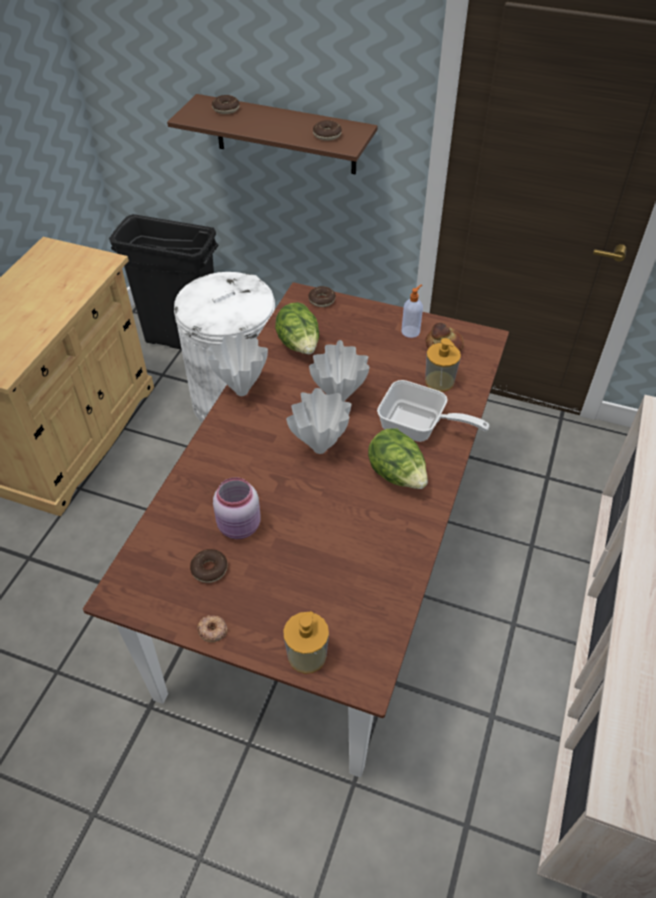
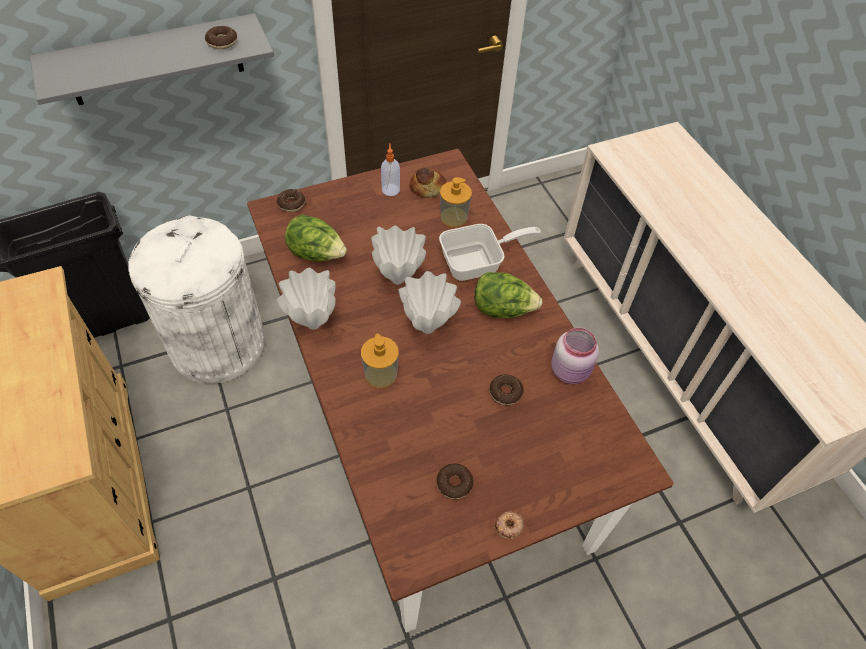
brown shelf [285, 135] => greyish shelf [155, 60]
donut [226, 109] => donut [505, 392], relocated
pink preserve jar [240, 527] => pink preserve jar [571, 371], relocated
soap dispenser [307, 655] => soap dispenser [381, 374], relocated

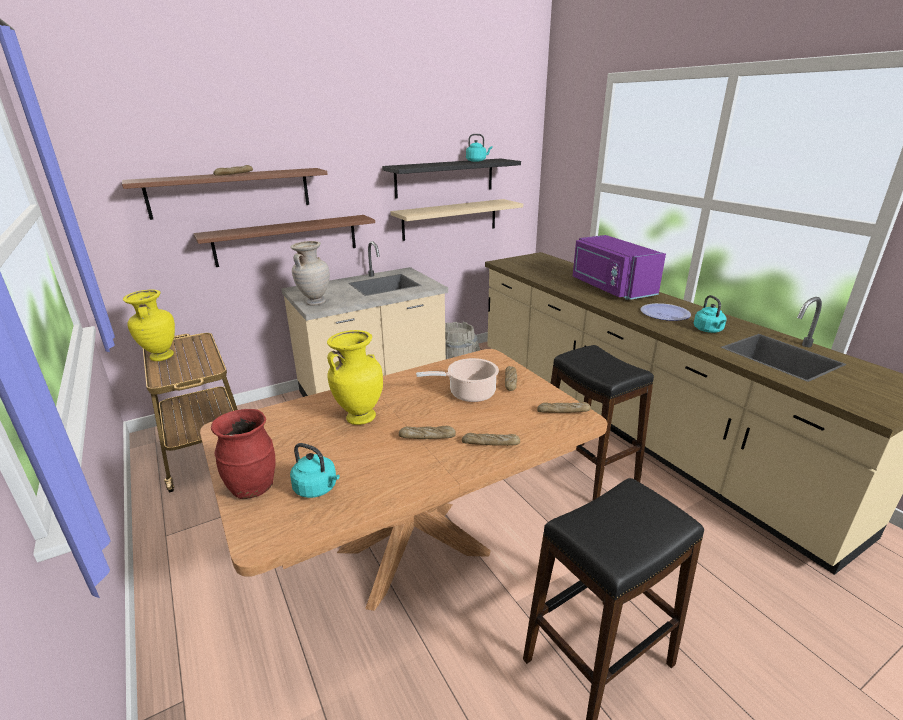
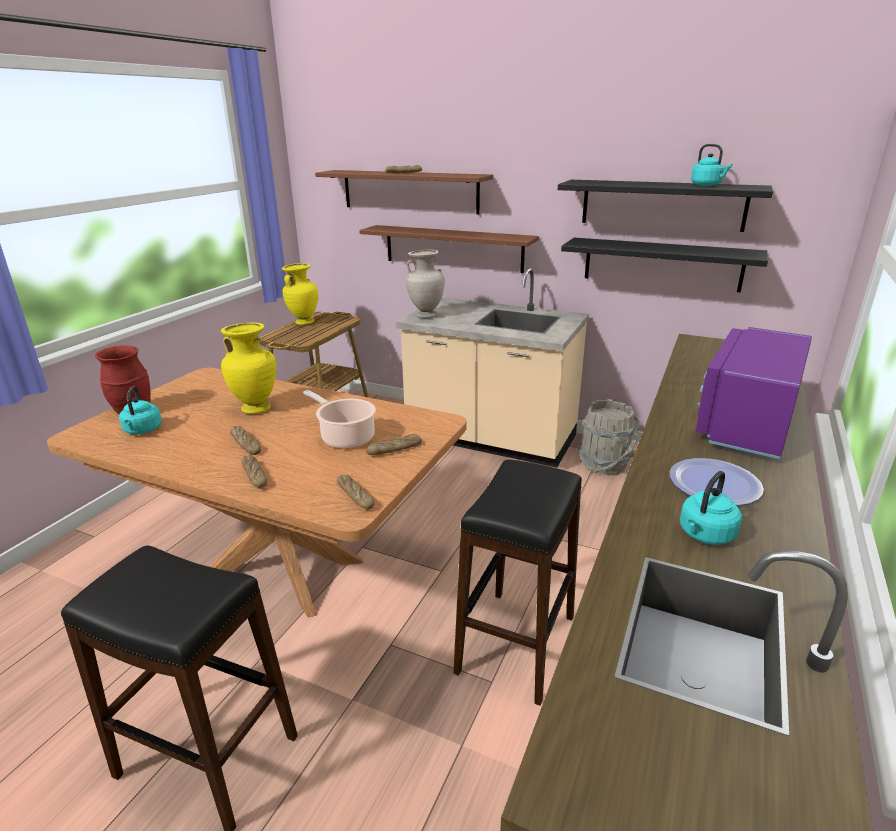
sand-coloured shelf [450, 219] => black shelf [662, 264]

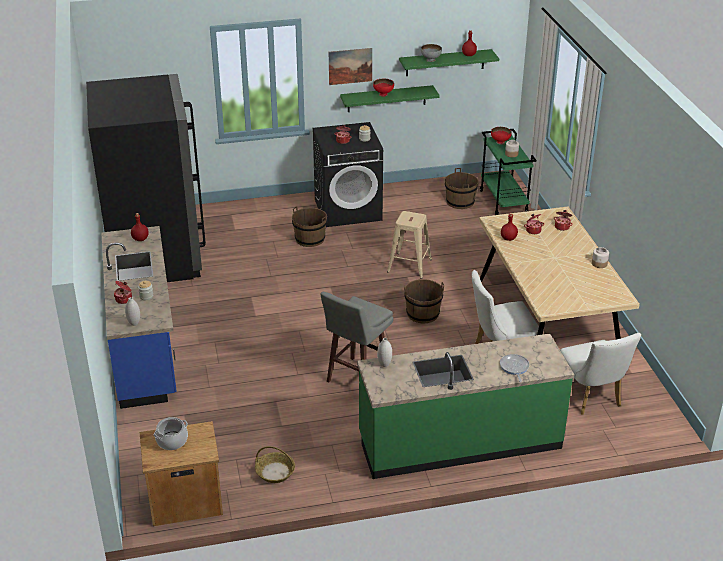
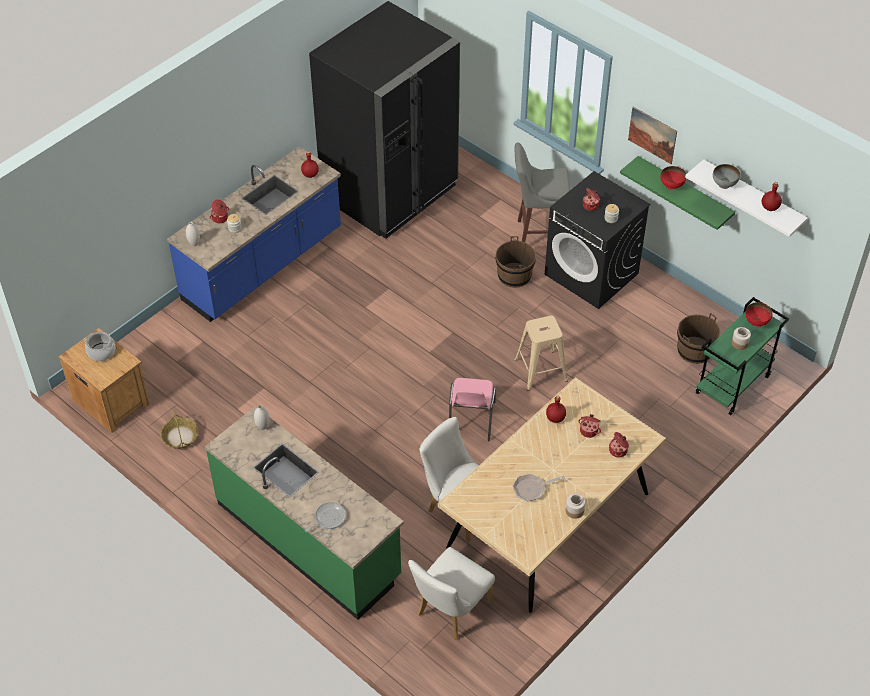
green-coloured shelf [445, 62] => white shelf [752, 197]
brown water bucket [423, 314] => pink plain chair [470, 420]
greyish sitting stool [356, 378] => greyish sitting stool [538, 234], relocated
nothing => skillet [532, 489]

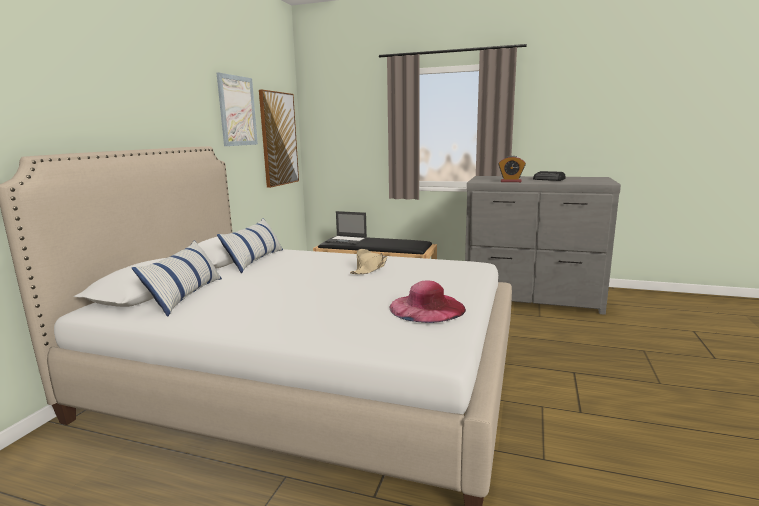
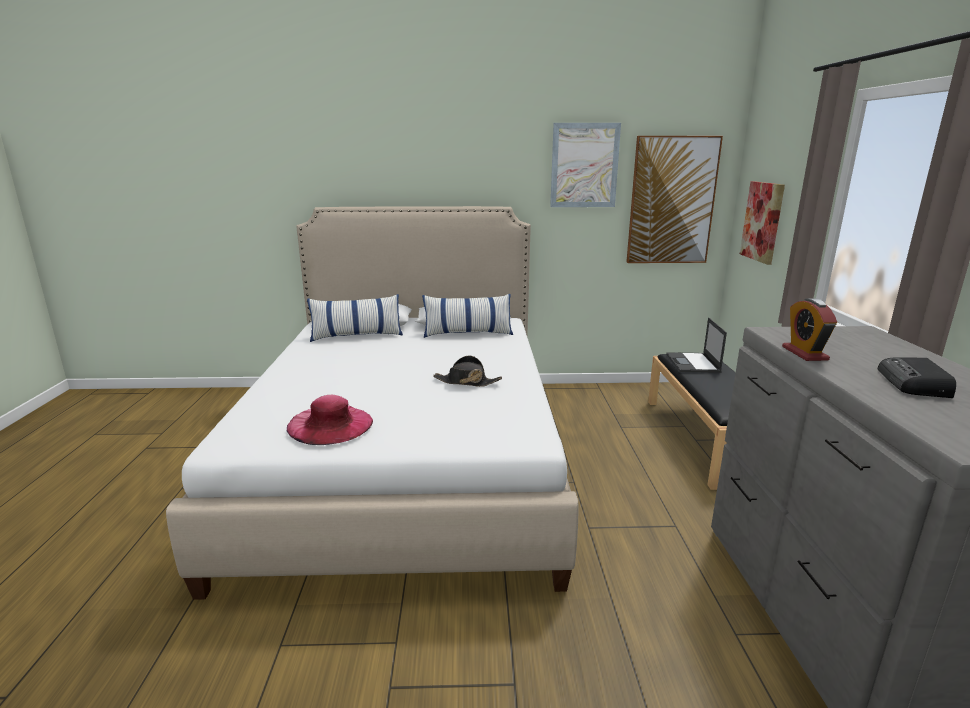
sand-coloured clothing hat [369, 269] => black clothing hat [466, 382]
nothing => picture [762, 221]

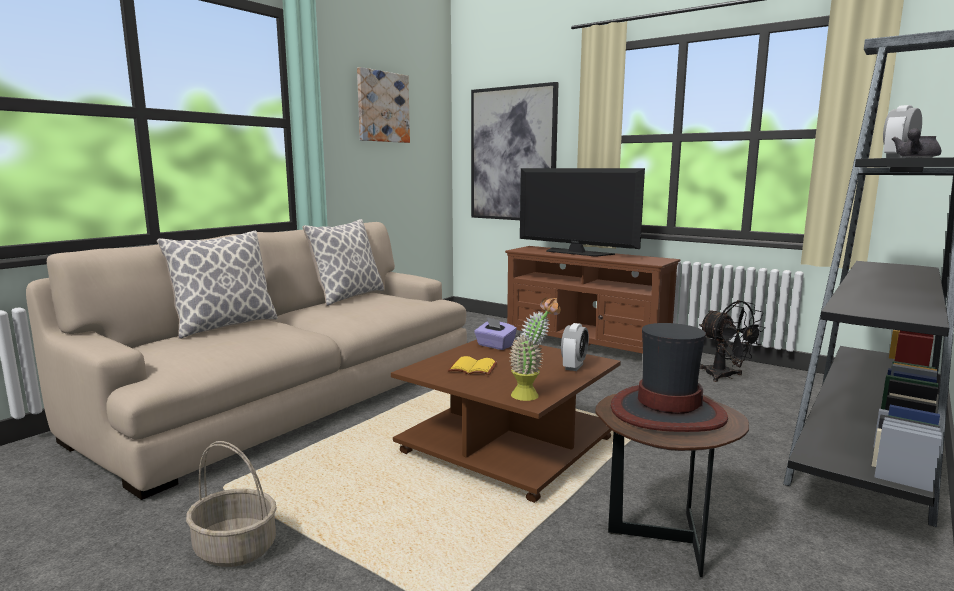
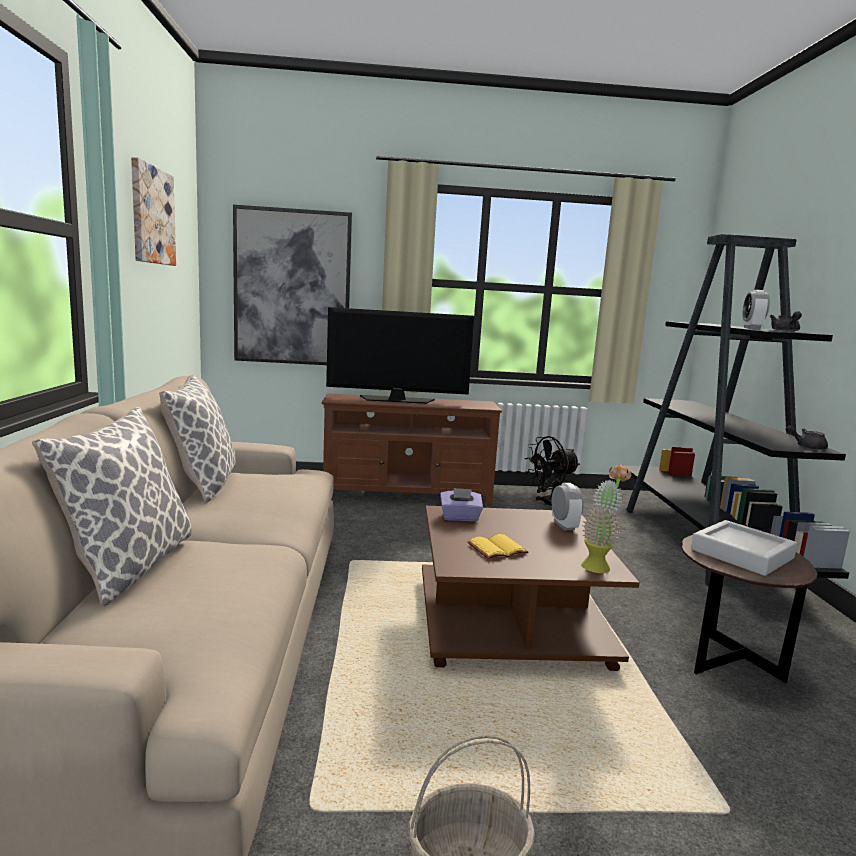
black fan [725, 376] => black fan [549, 505], 135 degrees clockwise
clothing hat [666, 412] => greyish carrying tray [742, 554]
nothing => greyish tea pot [806, 447]

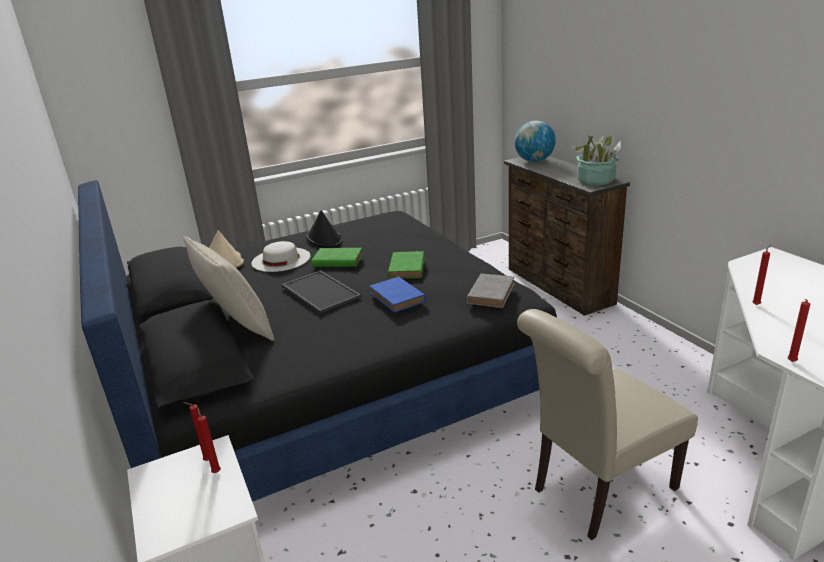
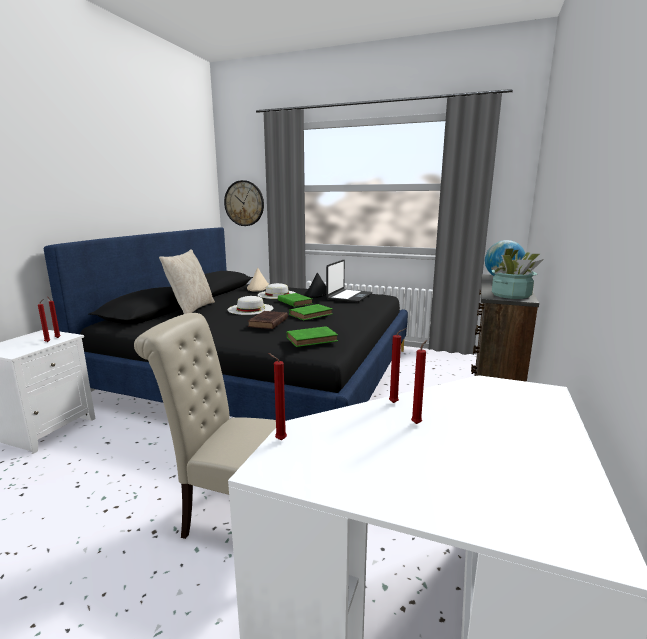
carrying tray [319, 292] => white clothing hat [250, 309]
greyish bound book [491, 293] => green-coloured bound book [313, 339]
blue-coloured bound book [398, 298] => brown bound book [268, 323]
nothing => clock on the wall [244, 203]
nothing => laptop [349, 296]
nothing => reddish candle [417, 423]

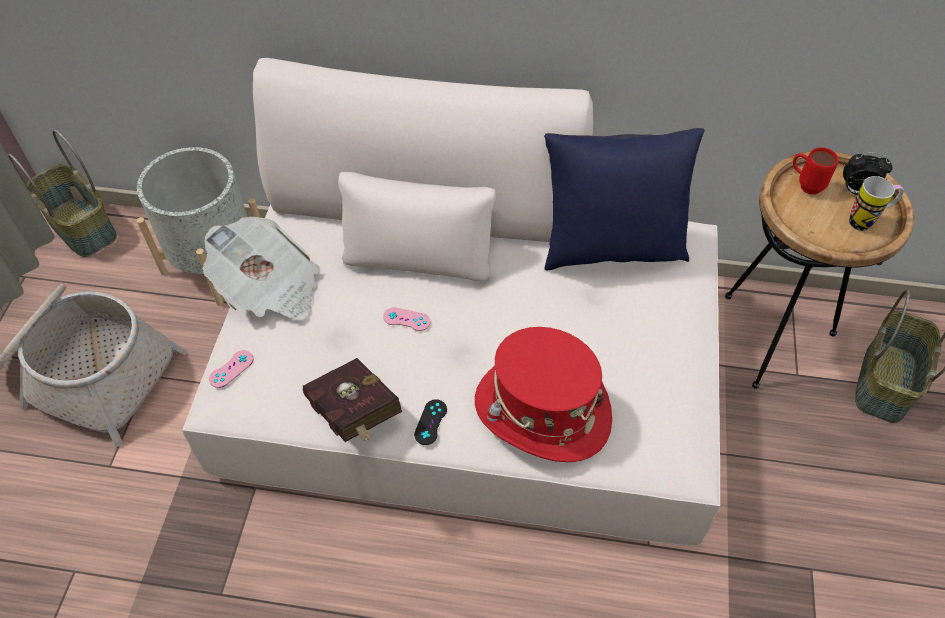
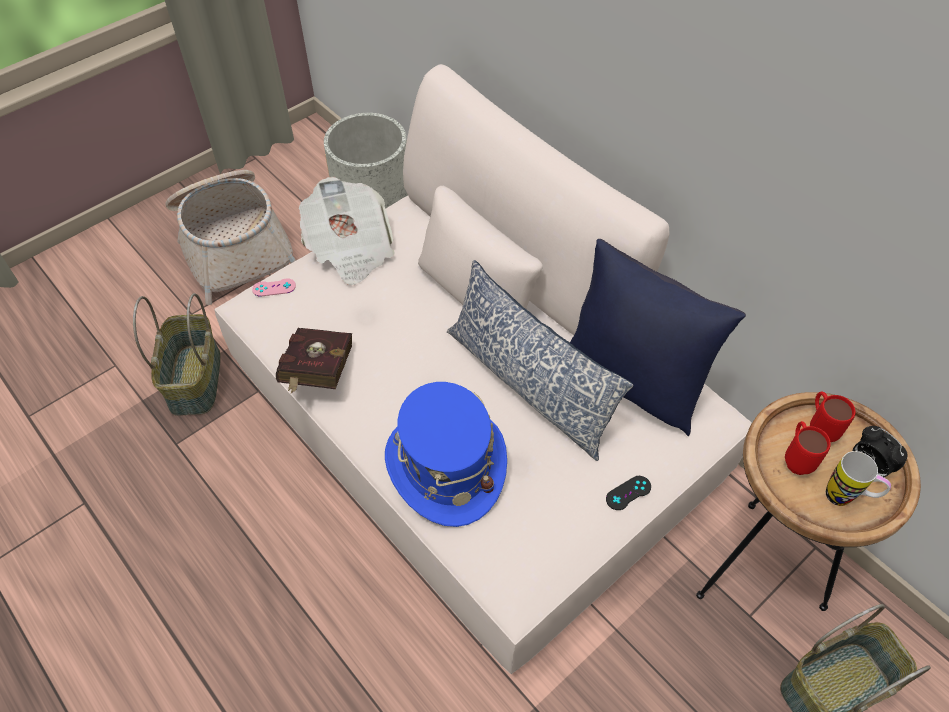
household basket [83, 227] => household basket [196, 380], relocated
pink gamepad [406, 319] => nothing
reddish clothing hat [541, 411] => blue-coloured clothing hat [445, 466]
black gamepad [430, 422] => black gamepad [628, 493], relocated
nothing => pillow [528, 384]
nothing => reddish mug [796, 458]

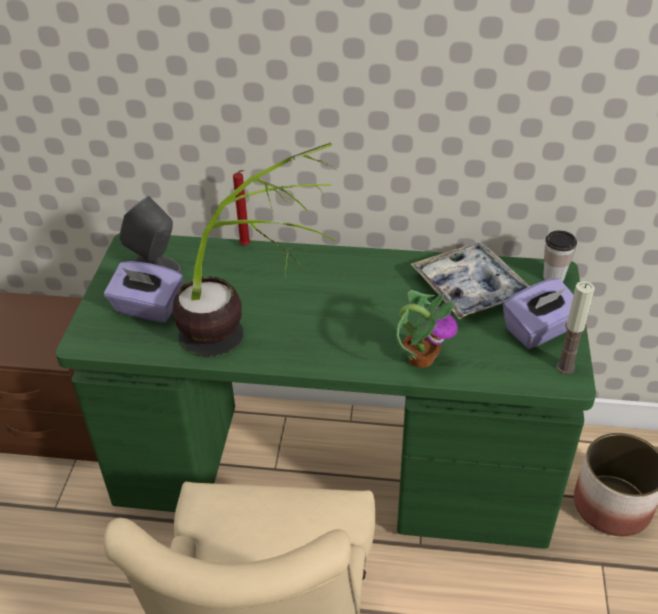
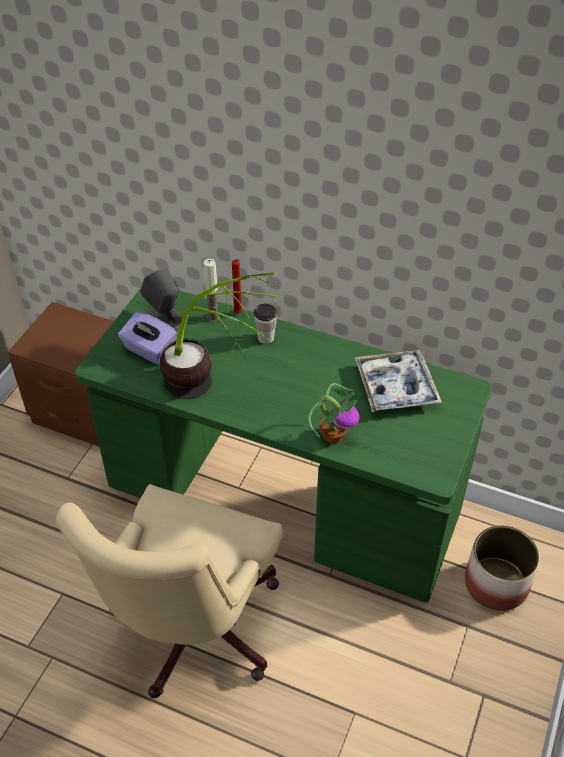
drinking cup [553, 277] => drinking cup [265, 338], relocated
purplish tissue holder [539, 330] => nothing
candle [565, 367] => candle [213, 317], relocated

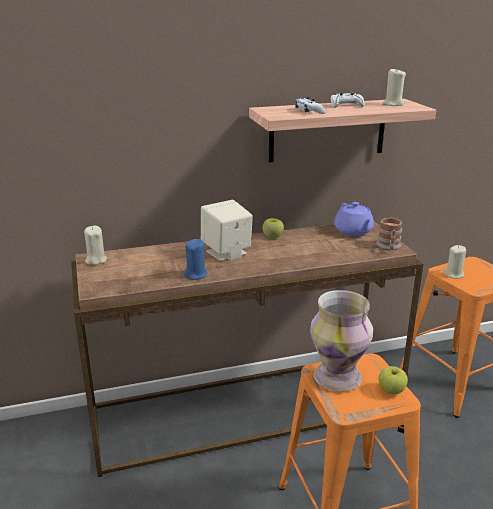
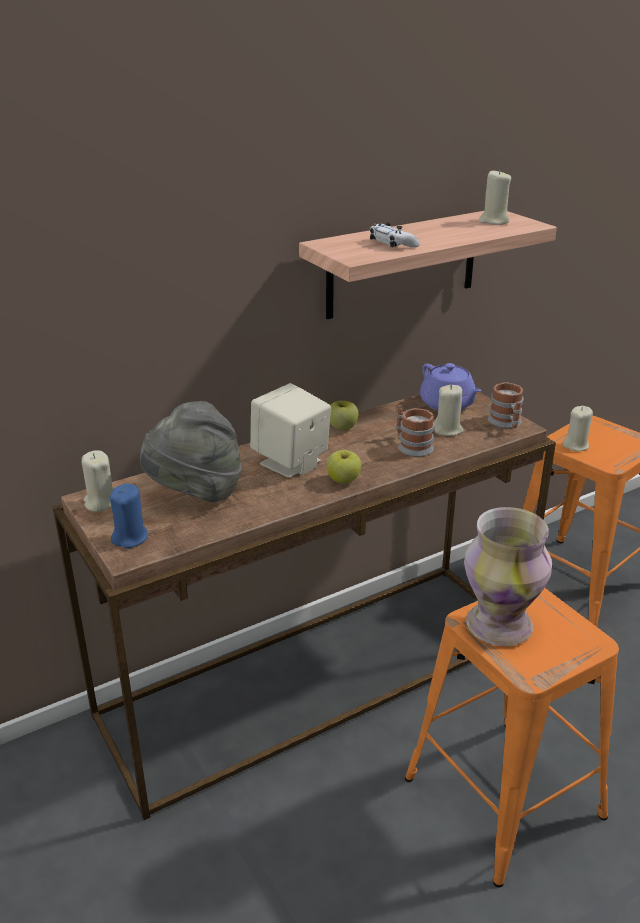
white gamepad [346, 105] => nothing
blue-coloured candle [196, 274] => blue-coloured candle [130, 538], relocated
apple [391, 390] => apple [343, 480], relocated
nothing => sand-coloured candle [448, 430]
nothing => greyish clothing hat [195, 493]
nothing => mug [411, 445]

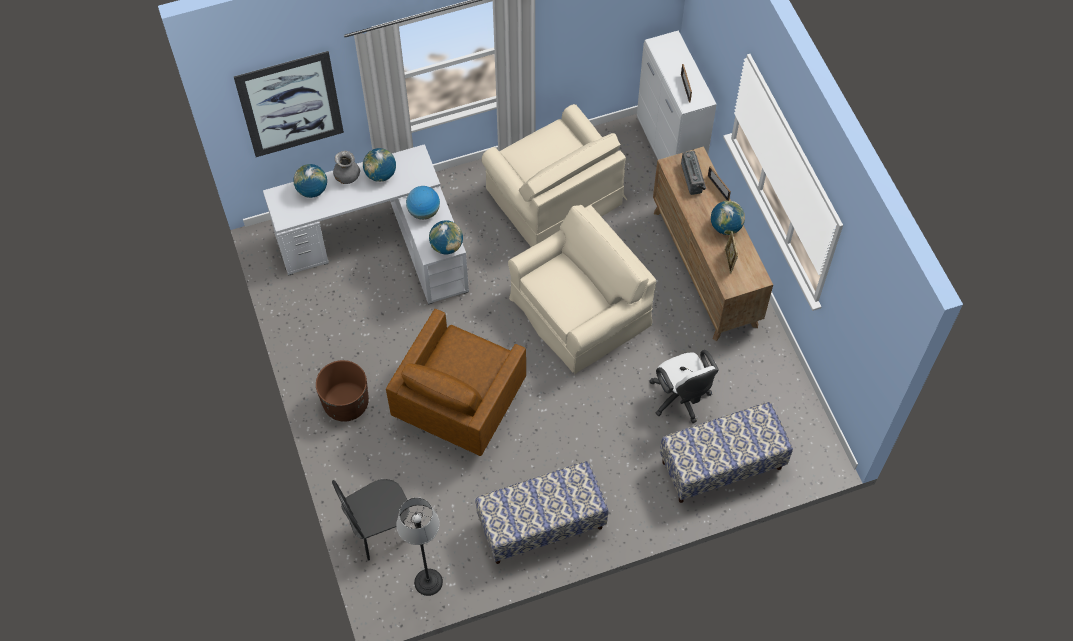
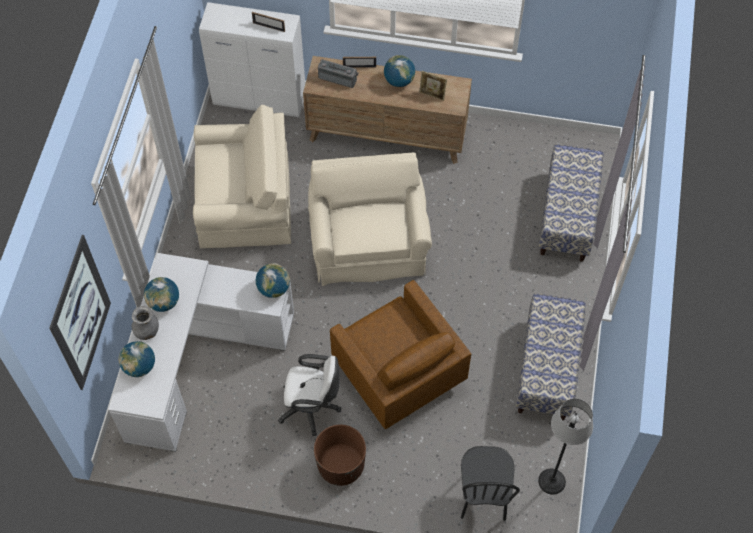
desk globe [424, 212] => nothing
white desk chair [681, 399] => white desk chair [312, 408], relocated

